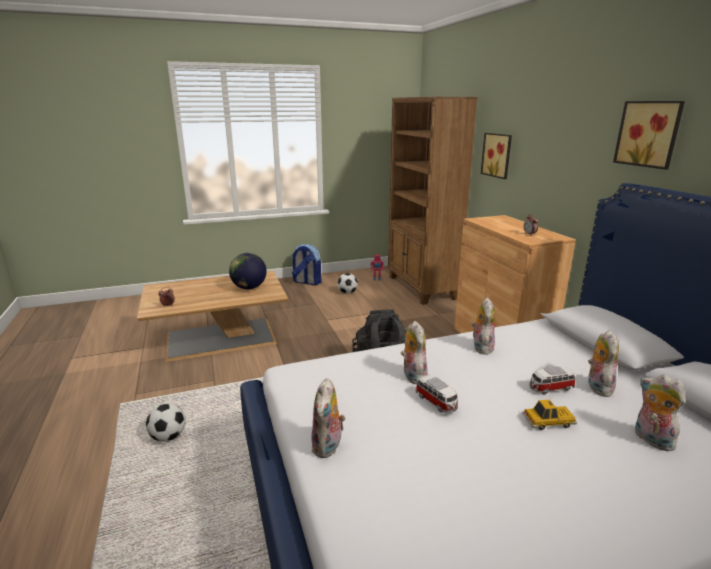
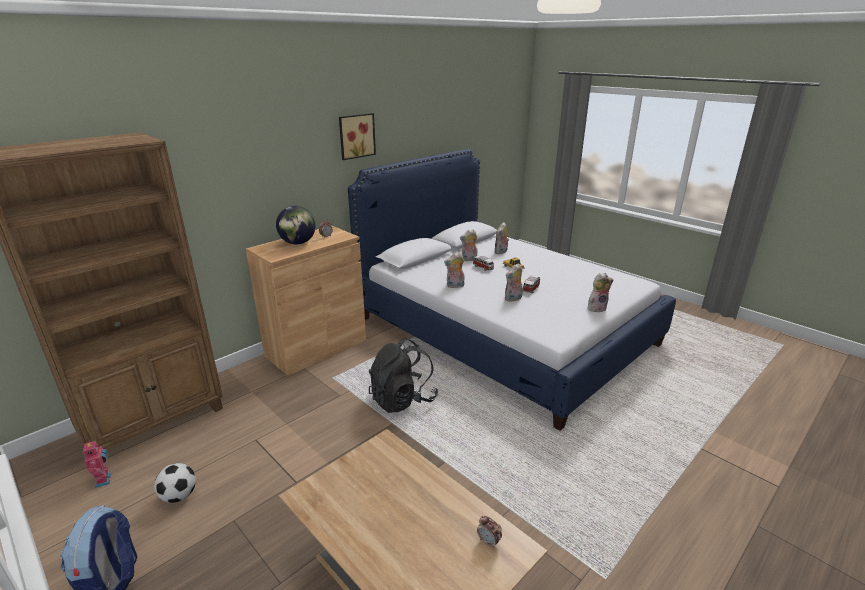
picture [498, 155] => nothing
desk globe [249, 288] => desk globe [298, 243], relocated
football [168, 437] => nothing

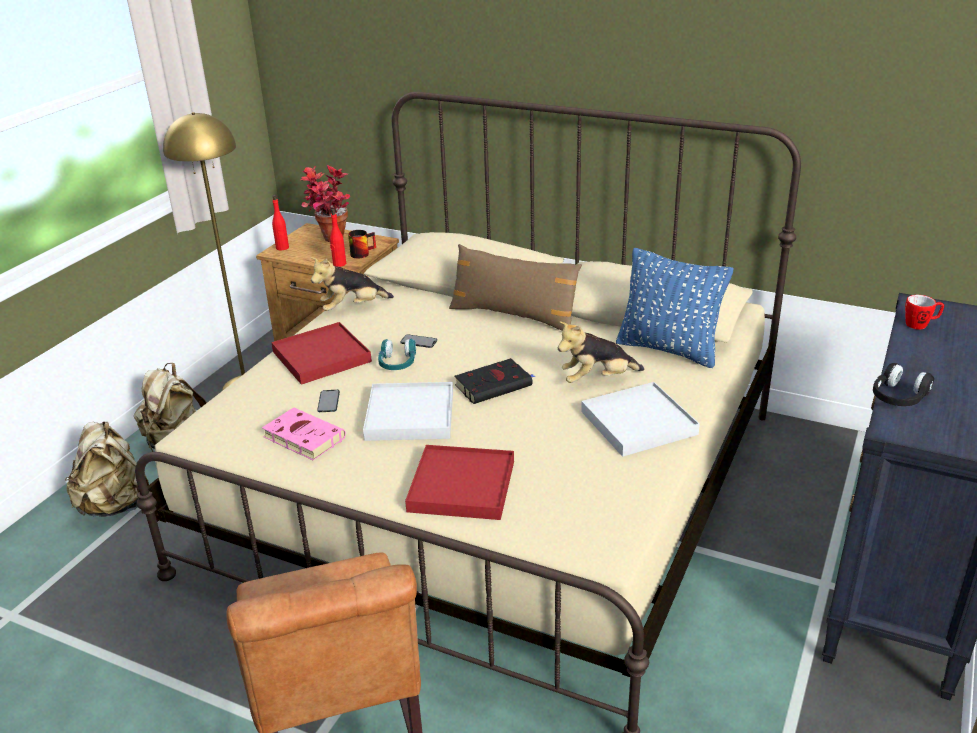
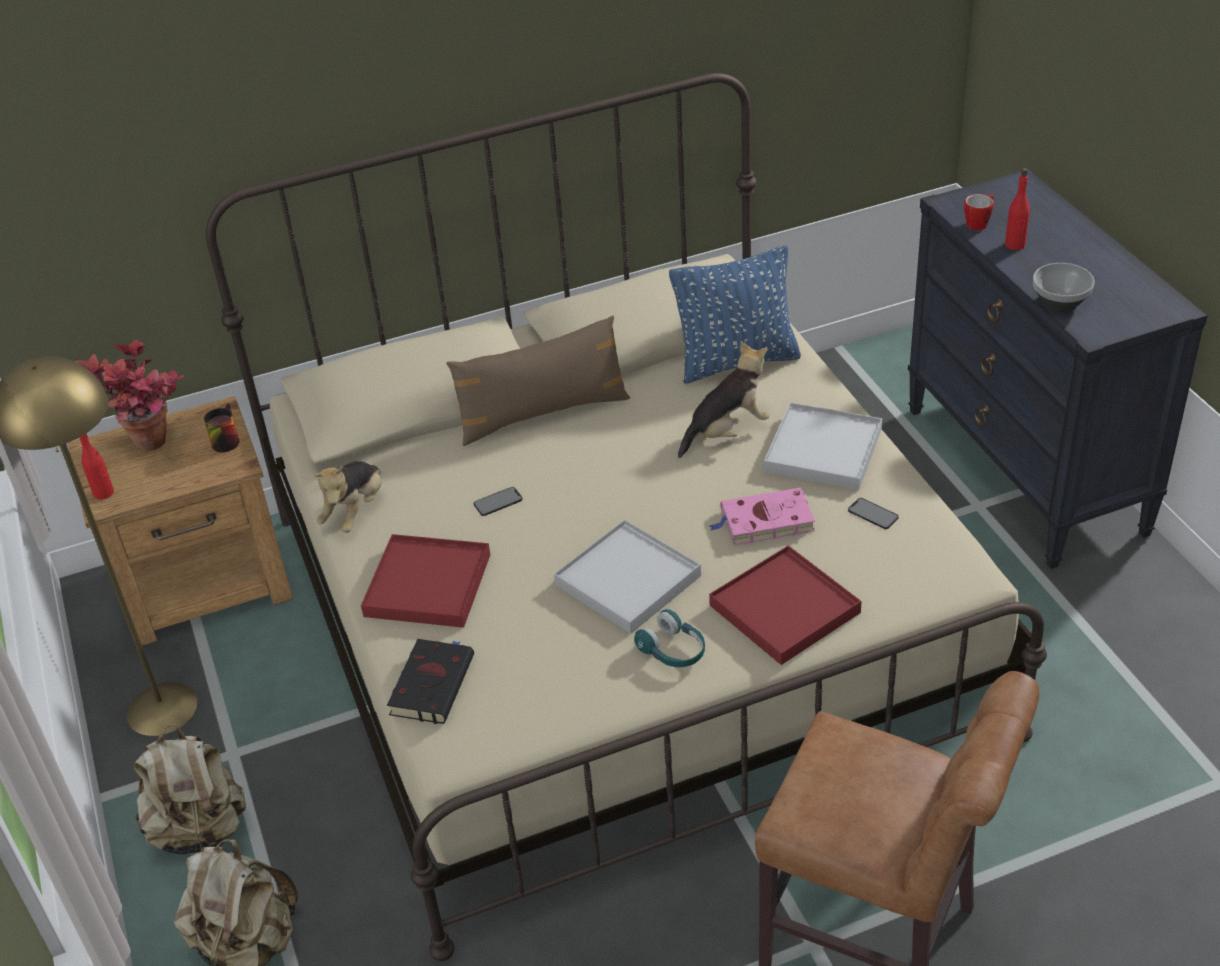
reddish drink bottle [339, 264] => reddish drink bottle [1015, 245], relocated
soft toy [597, 379] => soft toy [726, 432], 150 degrees counterclockwise
turquoise headset [397, 363] => turquoise headset [673, 651], relocated
black bound book [495, 385] => black bound book [432, 683], relocated
black headset [898, 397] => deep dish [1059, 302]
handset [328, 401] => handset [873, 514], relocated
pink bound book [302, 437] => pink bound book [764, 522], relocated

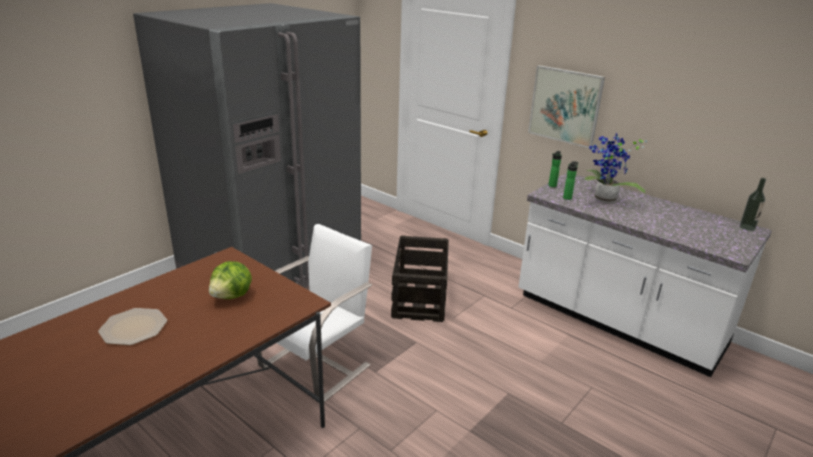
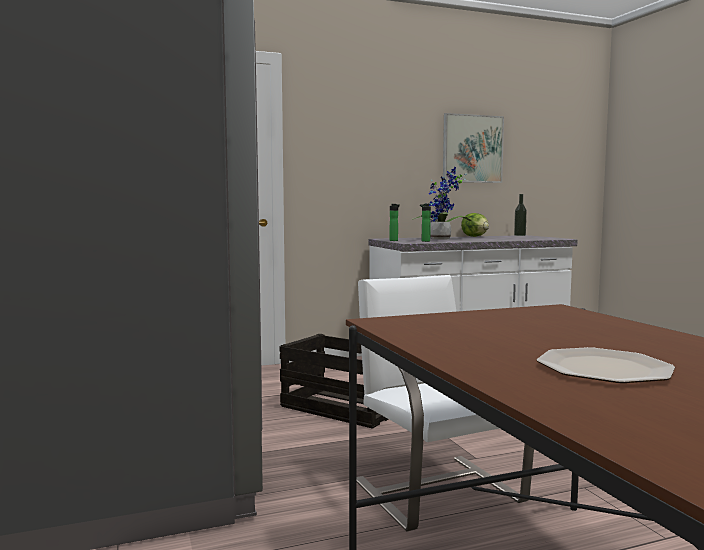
picture [565, 106] => picture [472, 149], relocated
head of lettuce [232, 296] => head of lettuce [475, 236], relocated

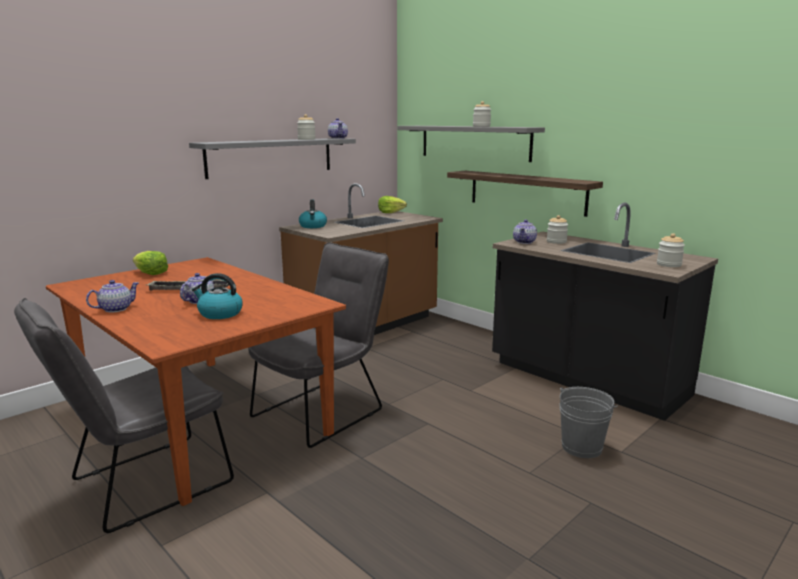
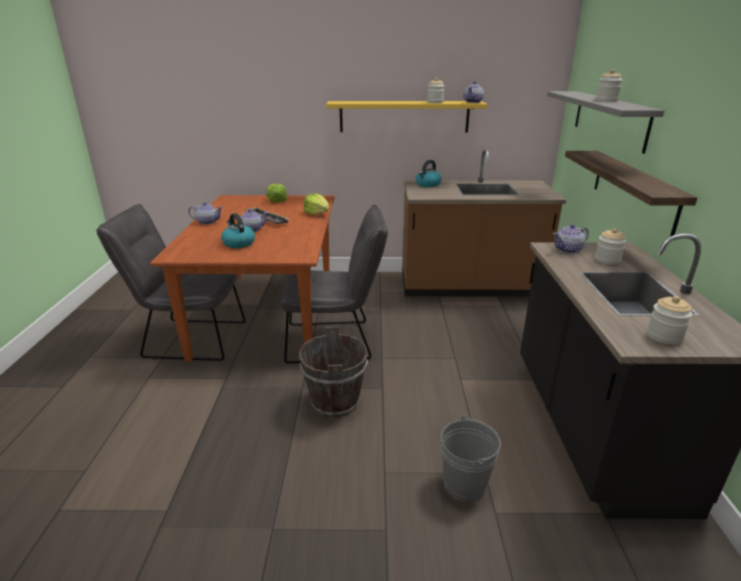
greyish shelf [271, 157] => yellowish shelf [404, 116]
head of lettuce [390, 212] => head of lettuce [317, 213], relocated
nothing => brown water bucket [335, 402]

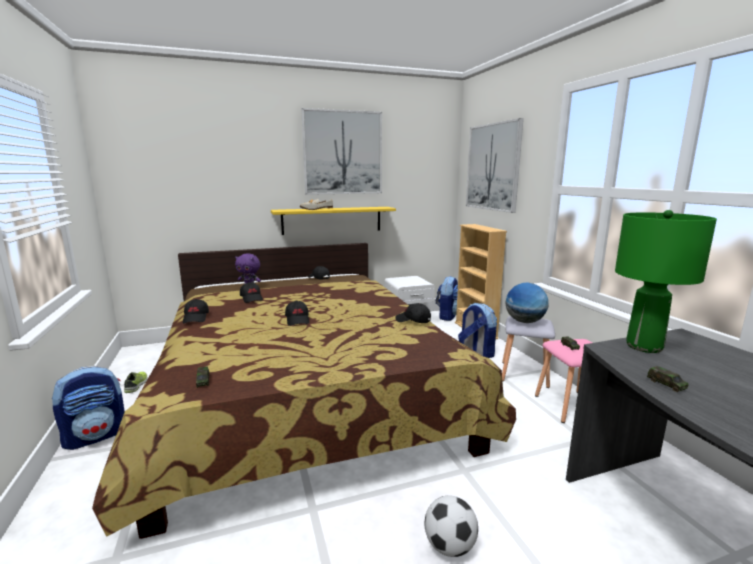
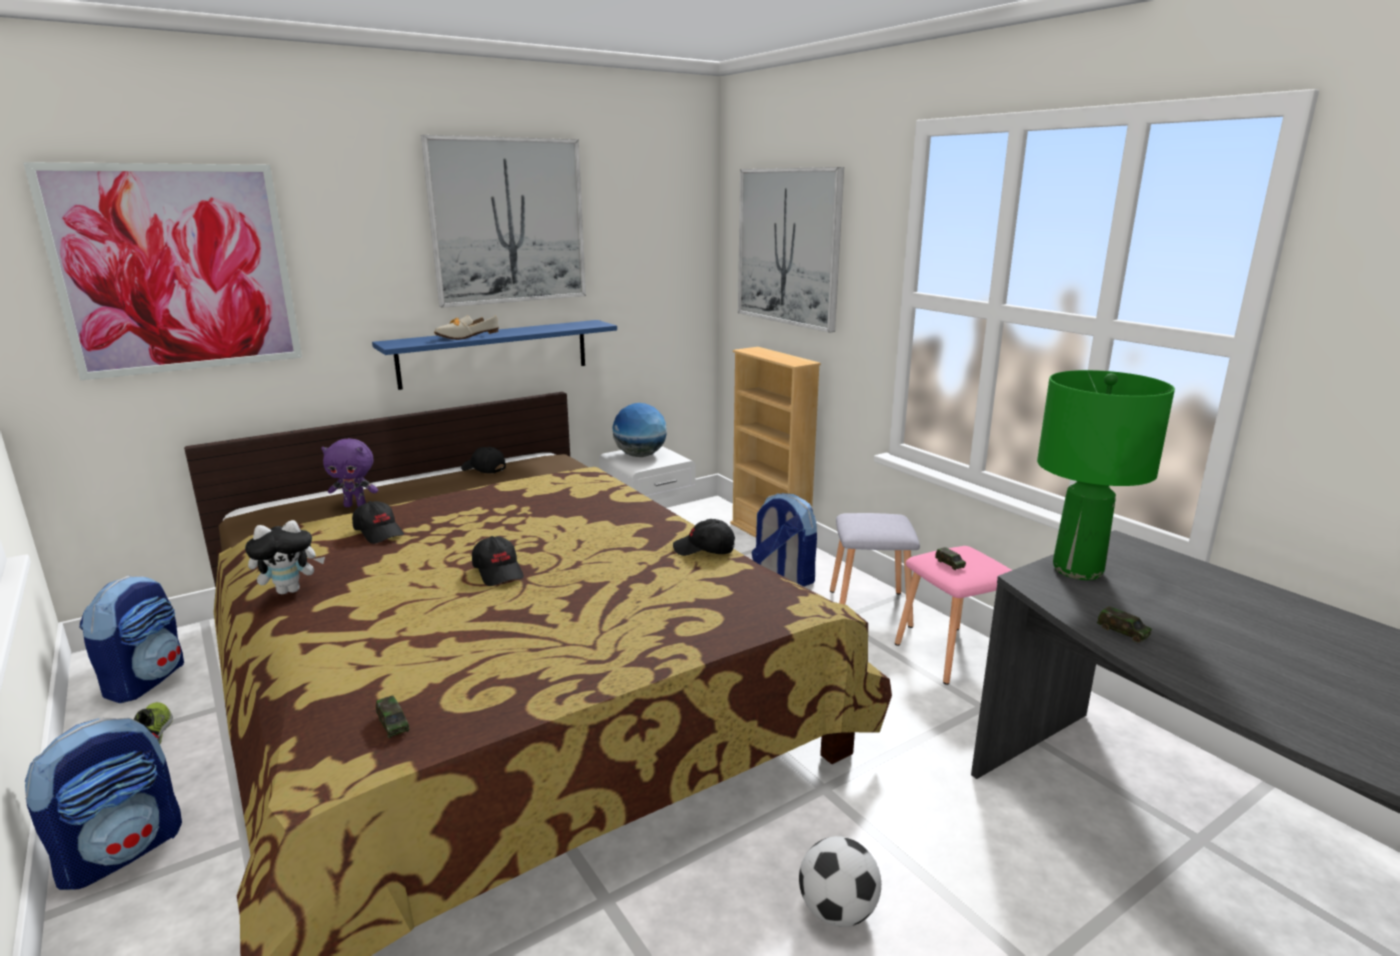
yellowish shelf [332, 220] => blue-coloured shelf [495, 353]
knapsack [447, 316] => knapsack [145, 680], relocated
desk globe [524, 321] => desk globe [640, 456], relocated
black cap [196, 318] => soft toy [290, 590]
nothing => picture [177, 269]

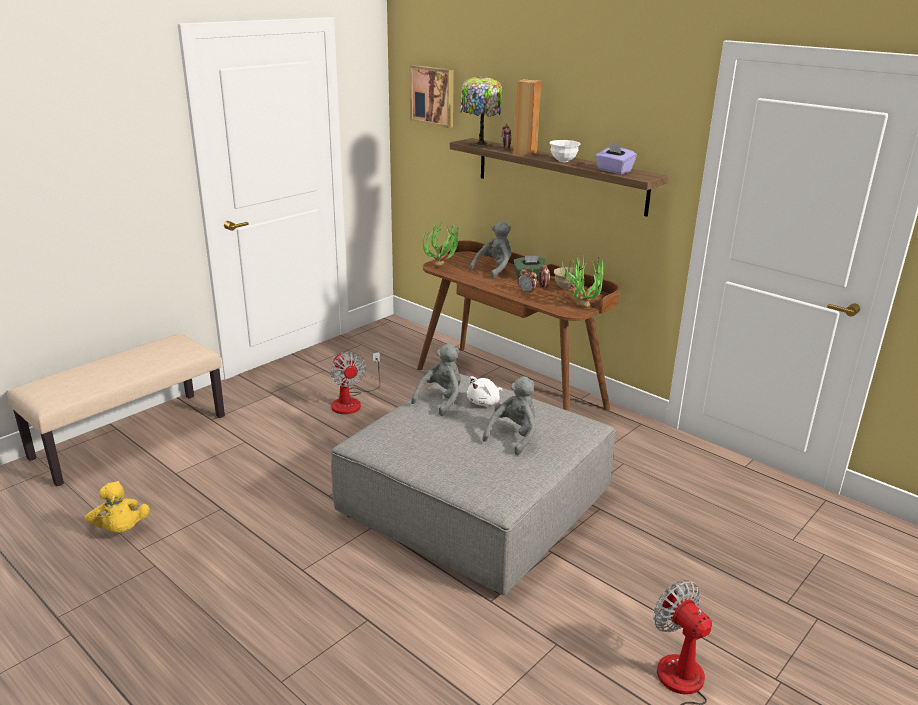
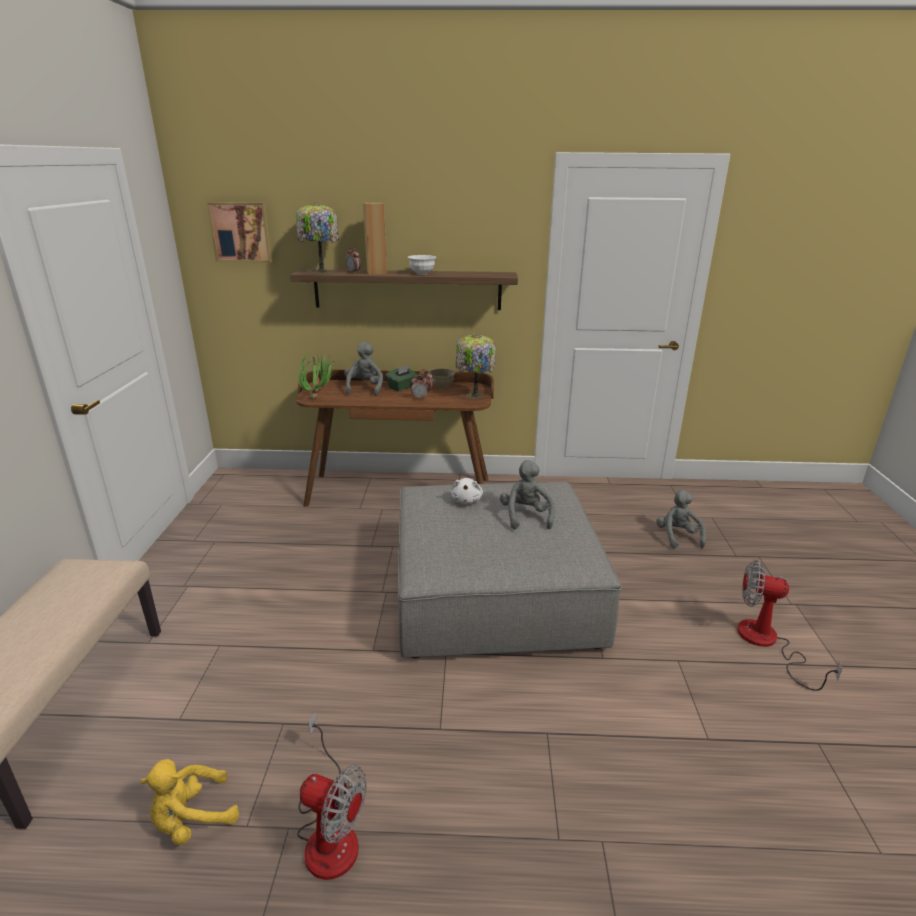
purplish tissue holder [613, 171] => nothing
potted plant [581, 305] => table lamp [474, 396]
greyish soft toy [441, 400] => greyish soft toy [677, 537], relocated
fan [352, 401] => fan [329, 831], relocated
yellowish soft toy [121, 530] => yellowish soft toy [192, 819], 135 degrees clockwise

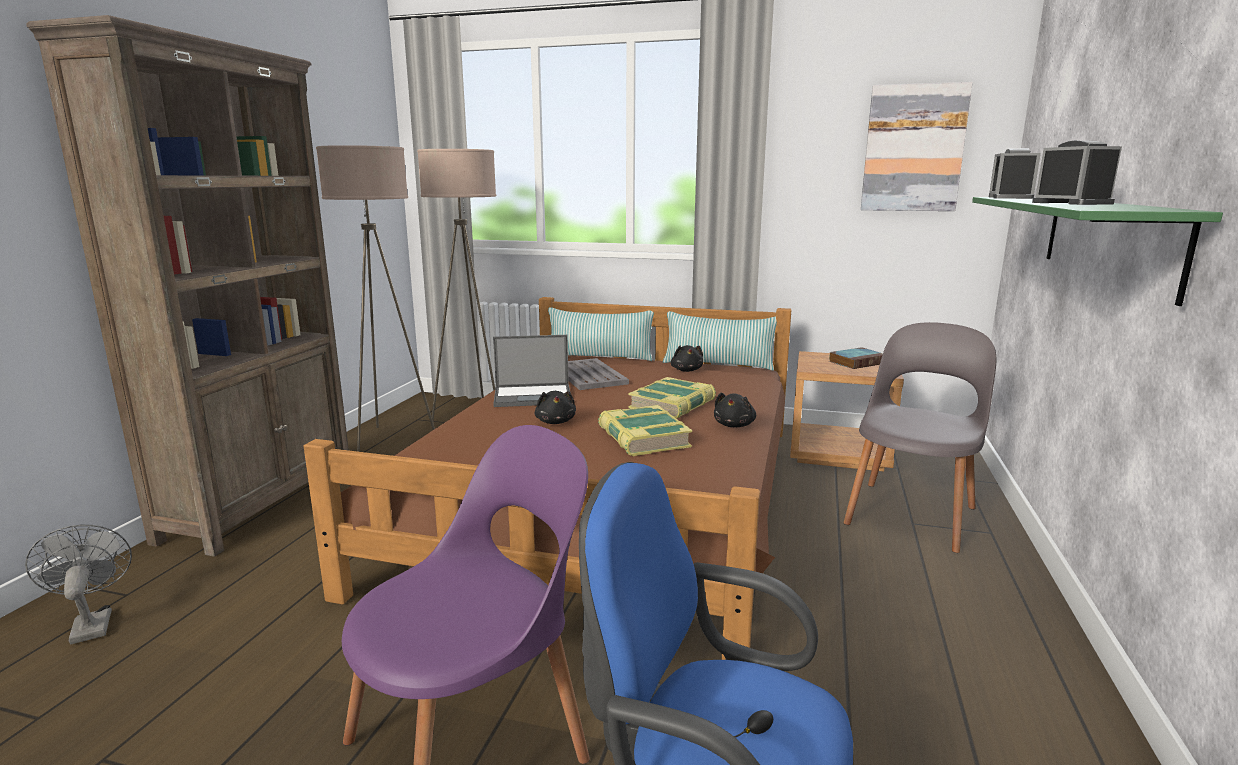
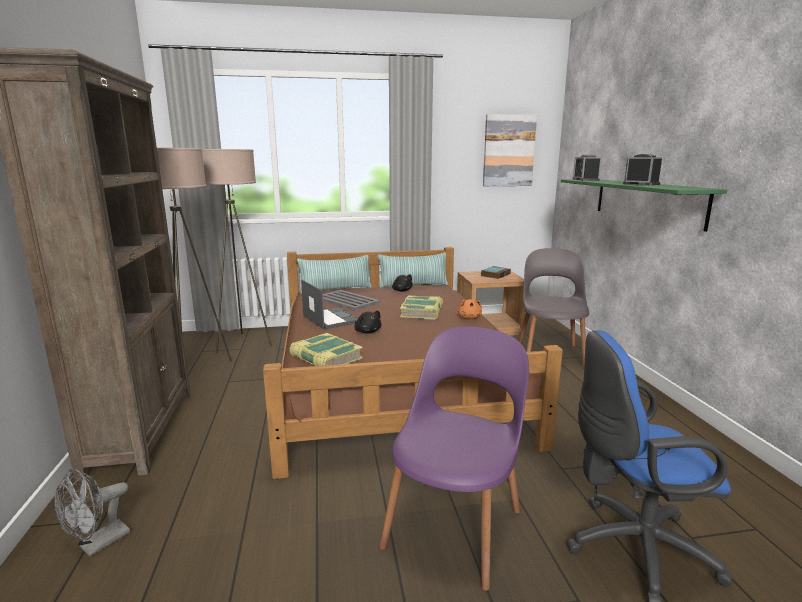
laptop [534, 396] => laptop [330, 318], 90 degrees counterclockwise
black soft toy [734, 425] => orange soft toy [469, 318]
bound book [642, 438] => bound book [325, 358], relocated
greyish fan [92, 623] => greyish fan [98, 545], 90 degrees counterclockwise

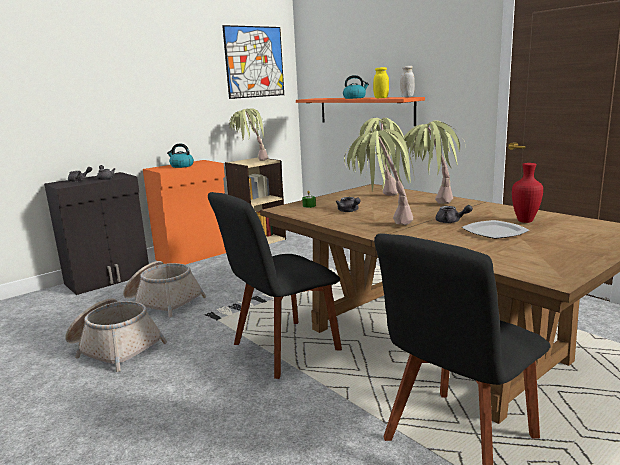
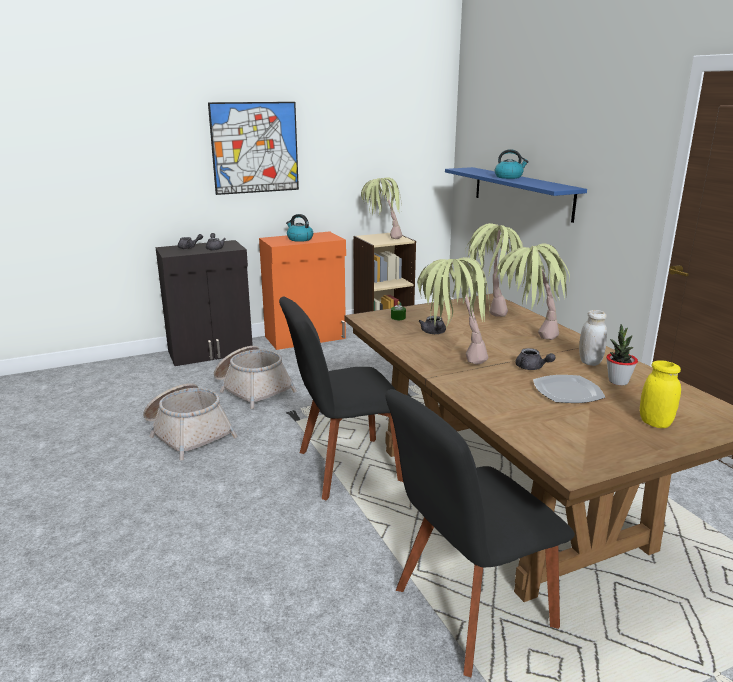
picture [254, 62] => picture [255, 148], relocated
white preserve jar [407, 97] => white preserve jar [590, 362], relocated
yellowish preserve jar [381, 98] => yellowish preserve jar [655, 423], relocated
orange shelf [365, 110] => blue-coloured shelf [521, 192]
reddish decorative vase [524, 221] => potted plant [618, 381]

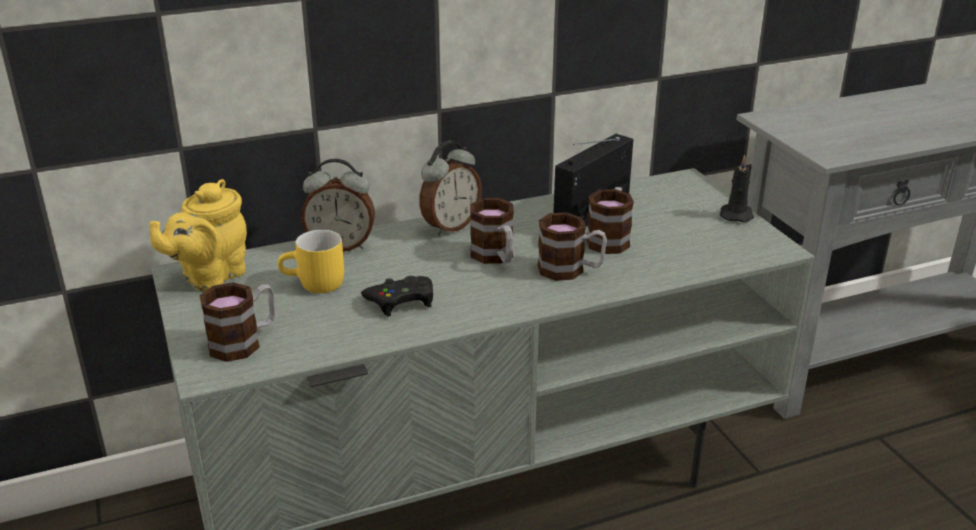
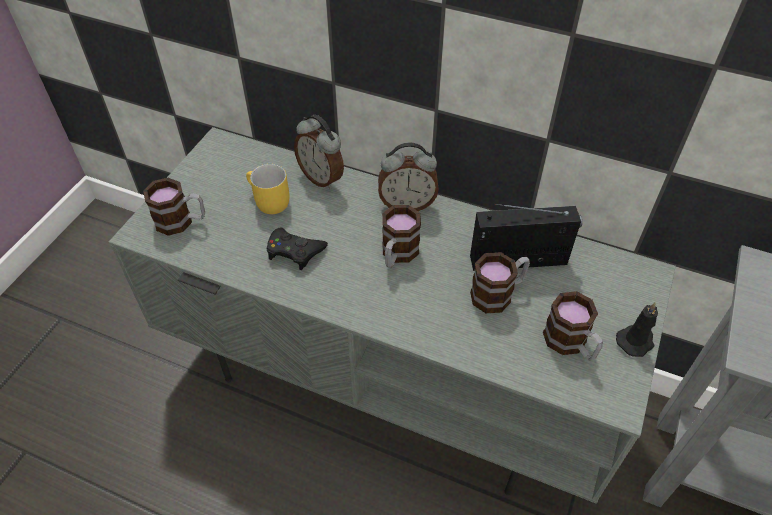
yellowish tea pot [210, 277] => nothing
mug [570, 270] => mug [570, 344], relocated

